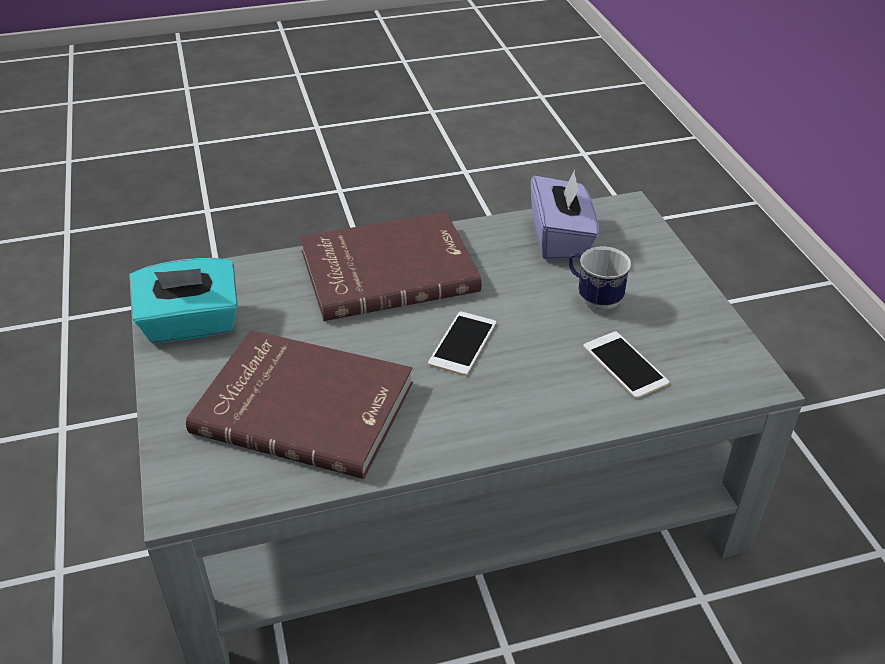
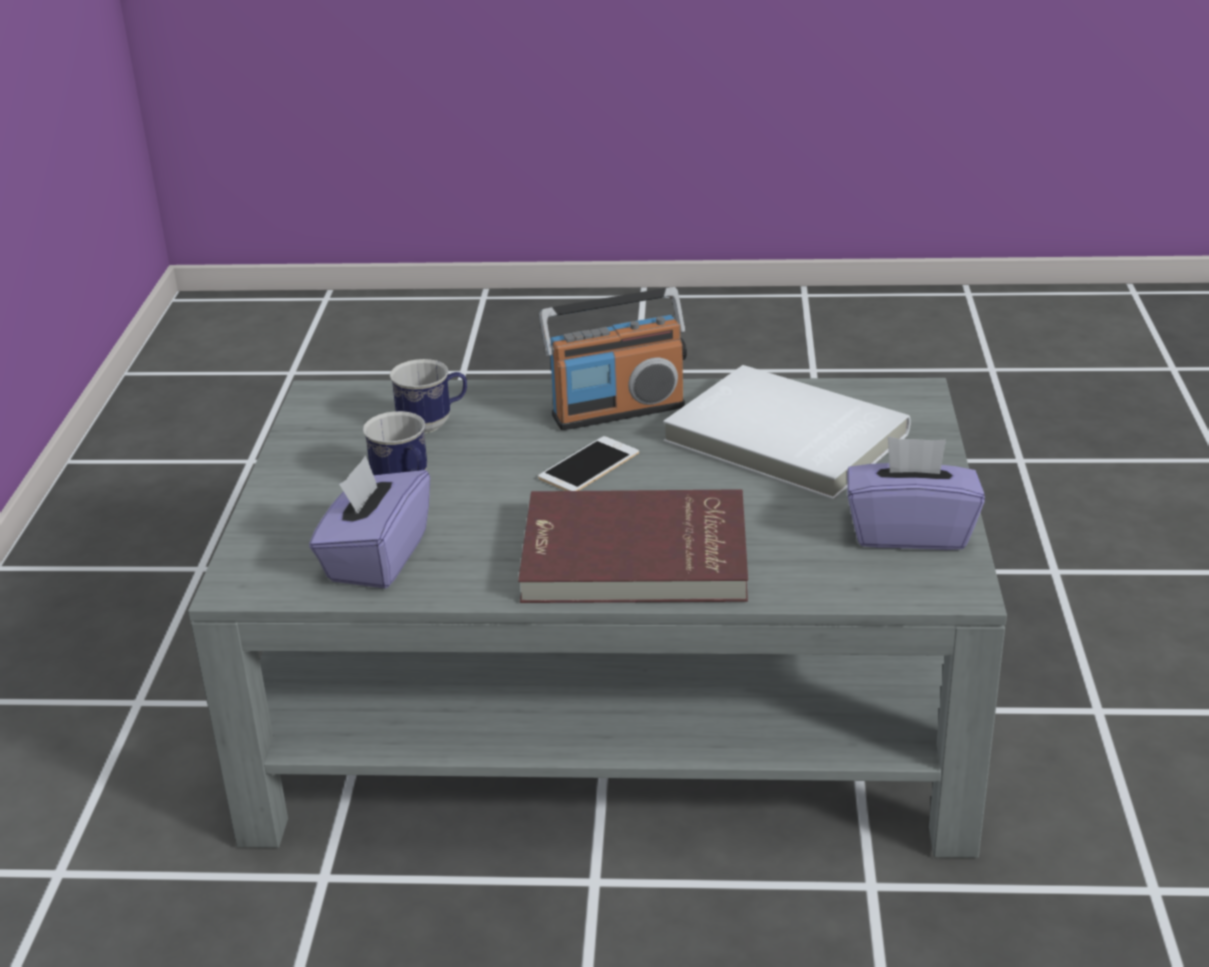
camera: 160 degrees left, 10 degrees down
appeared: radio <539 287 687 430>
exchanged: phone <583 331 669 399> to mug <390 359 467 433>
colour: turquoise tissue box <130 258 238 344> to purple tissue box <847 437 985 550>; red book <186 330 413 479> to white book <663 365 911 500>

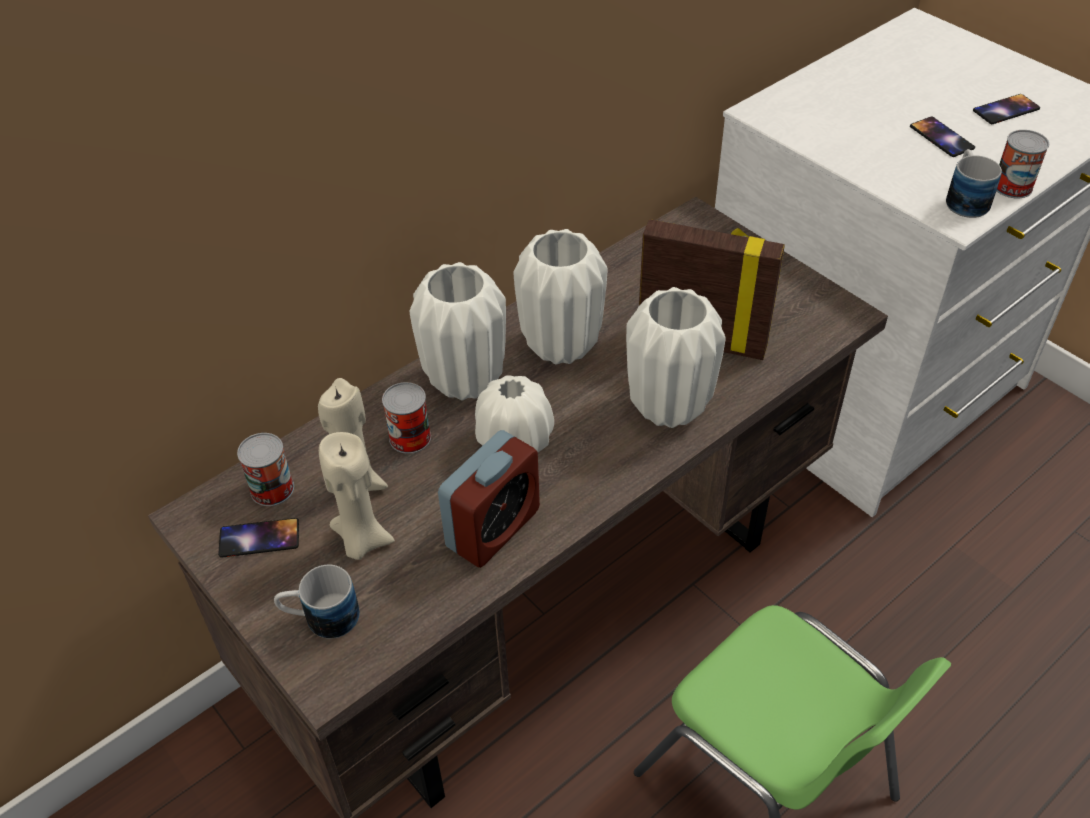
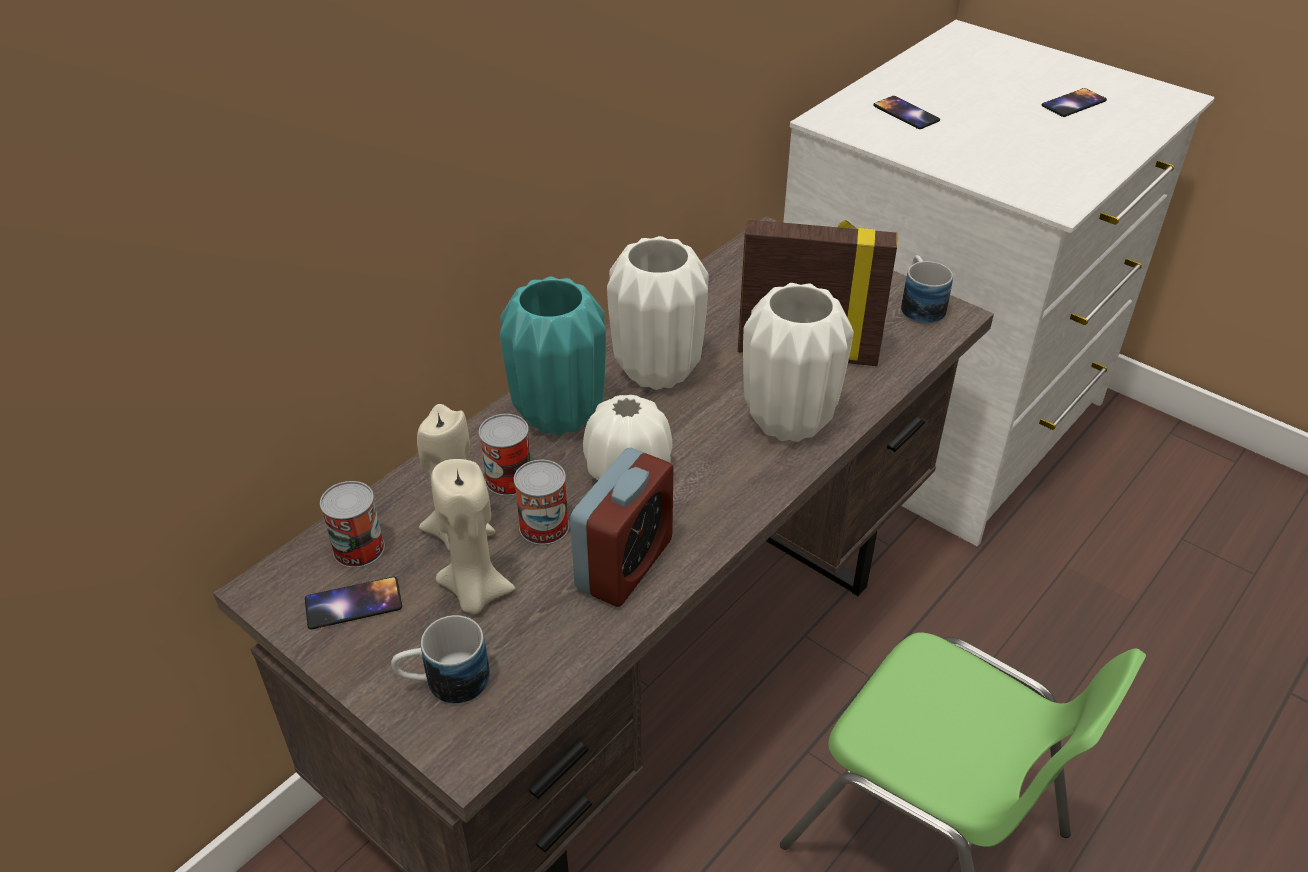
camera: 10 degrees left, 5 degrees down
relocated: phone <910 117 975 157> to <873 96 940 129>; mug <946 149 1002 218> to <901 255 953 324>; can <997 130 1049 199> to <514 460 569 545>
colour: white vase <410 262 506 400> to turquoise vase <500 277 606 435>

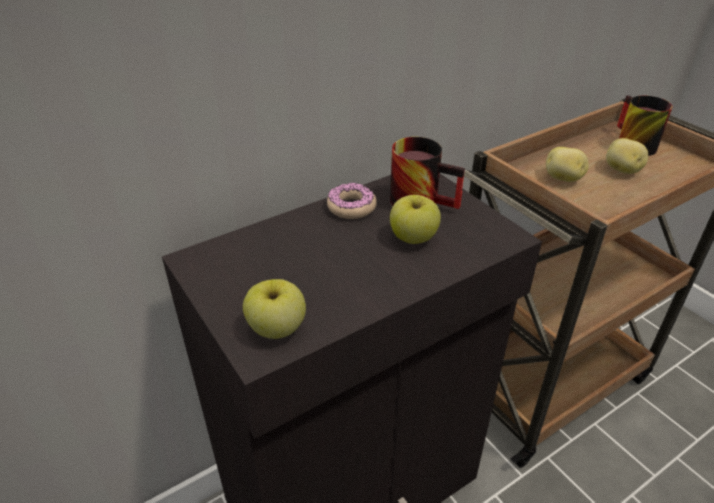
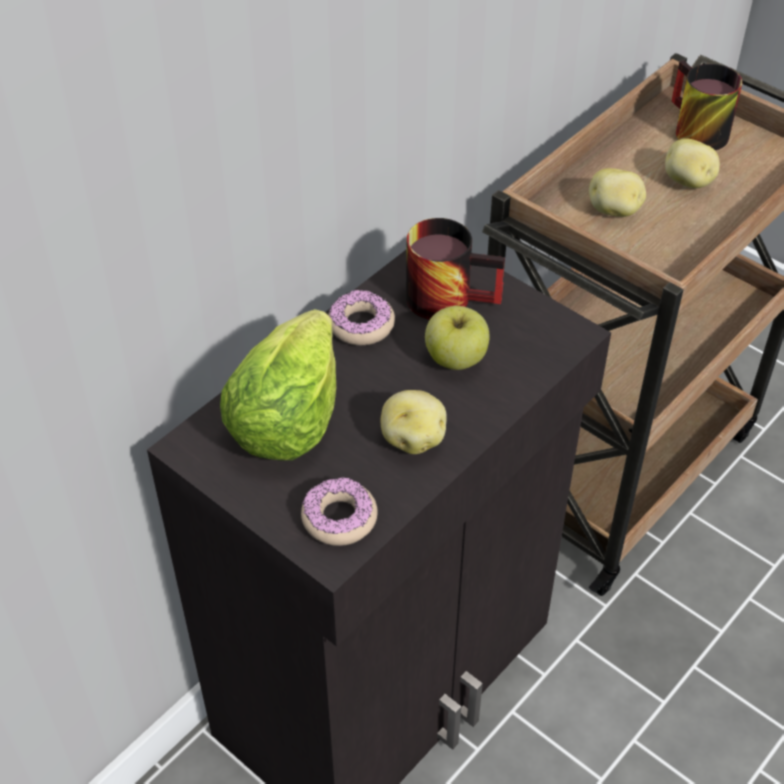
camera: 15 degrees left, 10 degrees up
appeared: lettuce <220 309 336 460>; potato <381 390 447 454>
exchanged: apple <243 279 306 339> to donut <301 477 378 546>

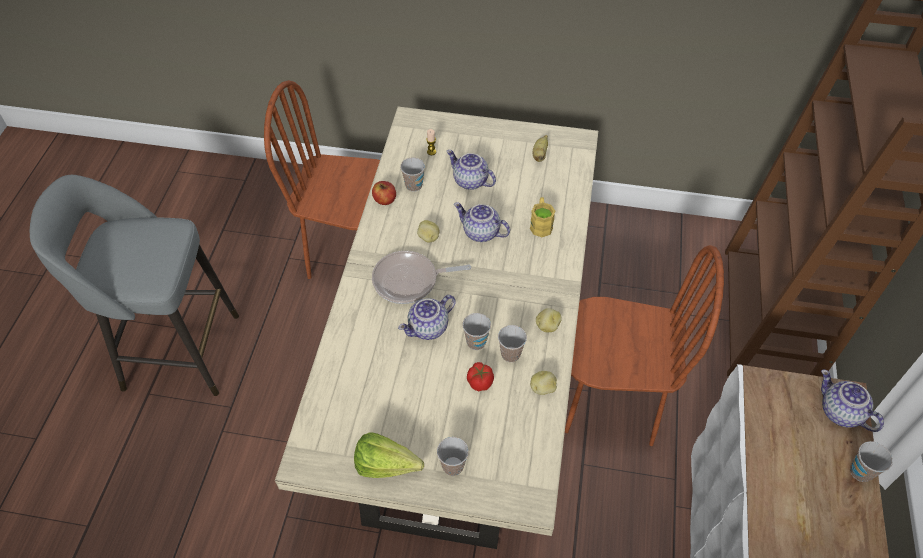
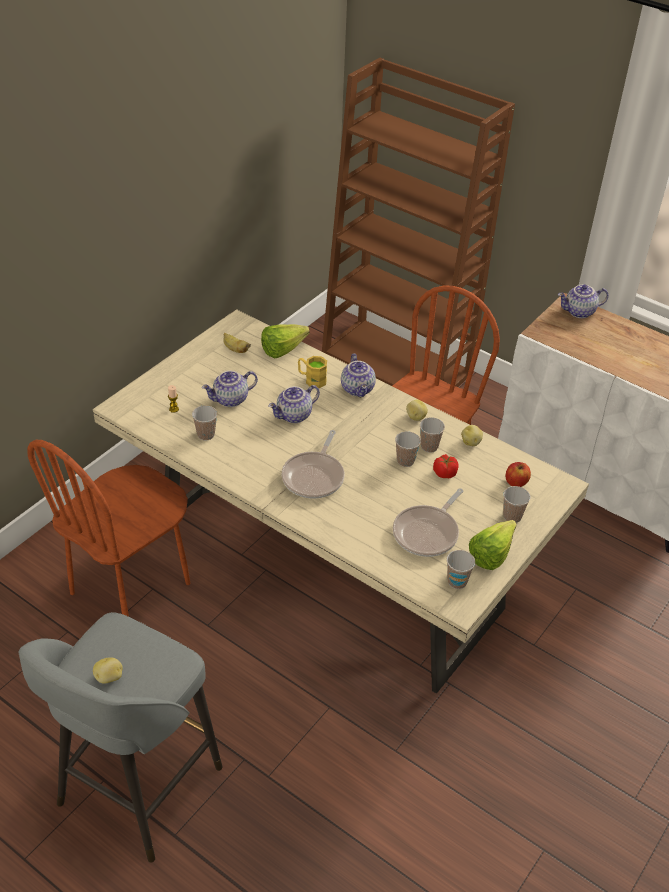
camera: 65 degrees left, 10 degrees down
appeared: lettuce <261 324 310 359>; frying pan <393 488 463 557>
relocated: apple <372 181 396 205> to <506 462 531 487>; teapot <398 295 456 340> to <341 353 376 397>; potato <417 220 439 243> to <93 658 123 684>; cup <850 441 893 482> to <447 550 475 589>

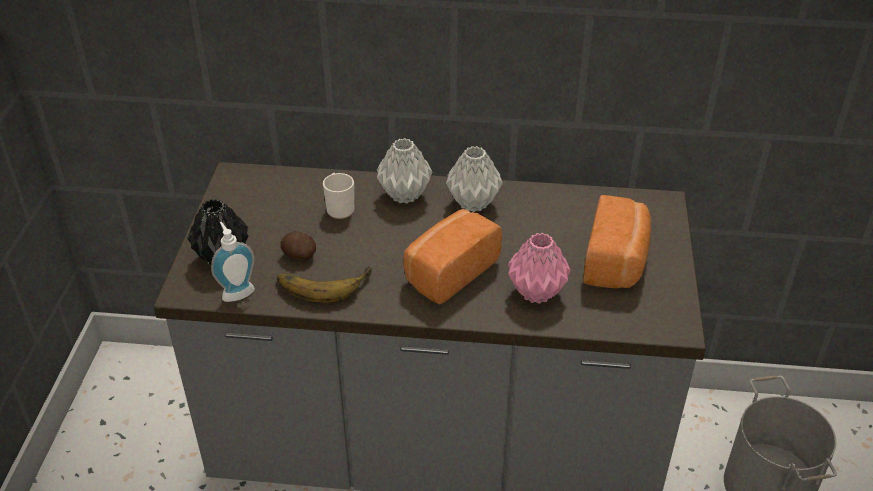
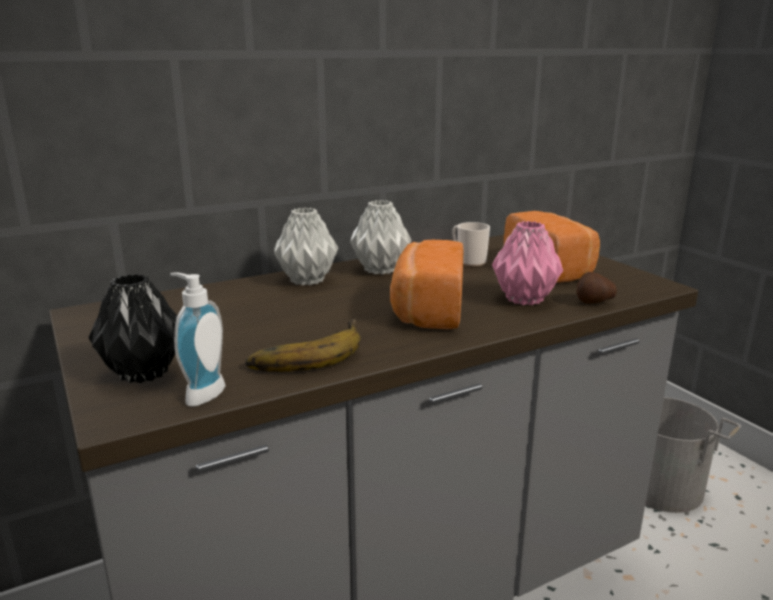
camera: 35 degrees left, 20 degrees down
relocated: potato <280 231 316 260> to <577 272 617 304>; mug <323 173 354 219> to <453 222 490 266>

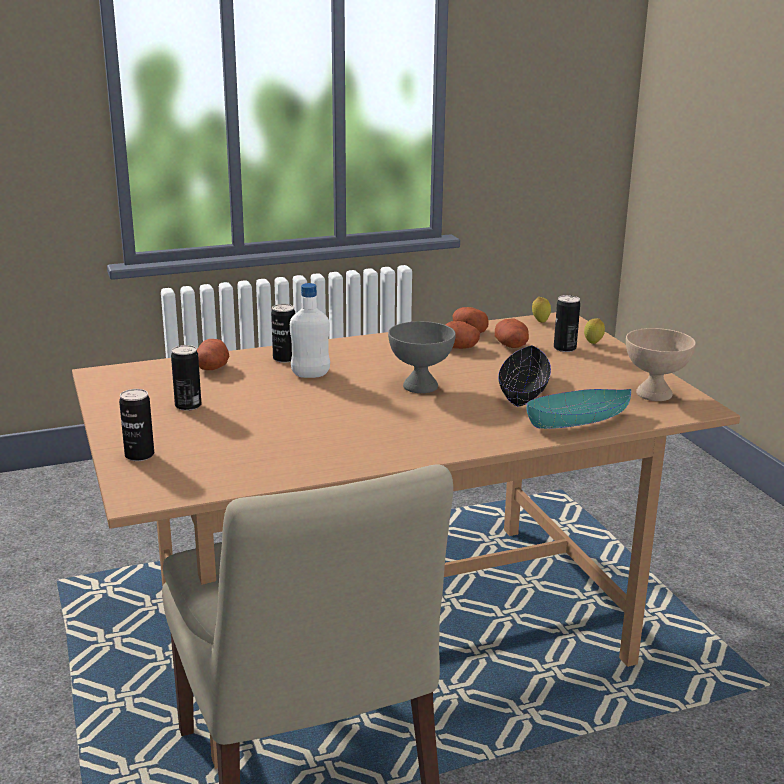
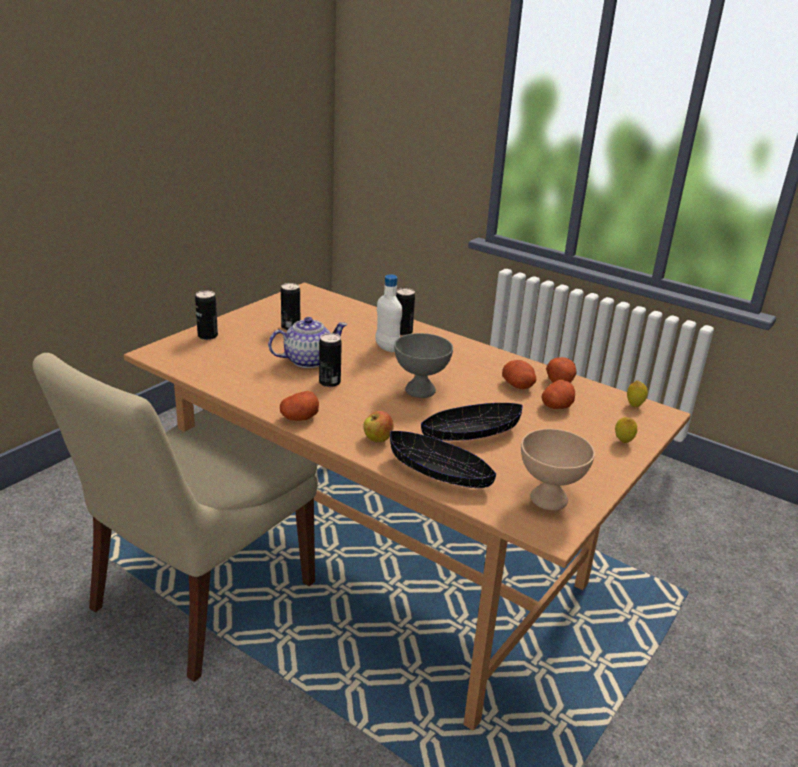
camera: 55 degrees right, 5 degrees up
appeared: teapot <268 317 348 368>; apple <364 411 394 442>
relocated: potato <197 339 229 370> to <280 391 319 421>; can <554 295 580 352> to <319 333 342 387>
colour: turquoise bowl <527 389 631 429> to black bowl <390 431 496 488>

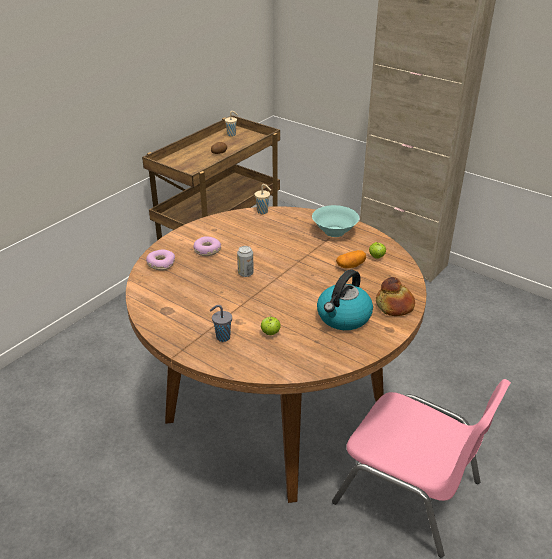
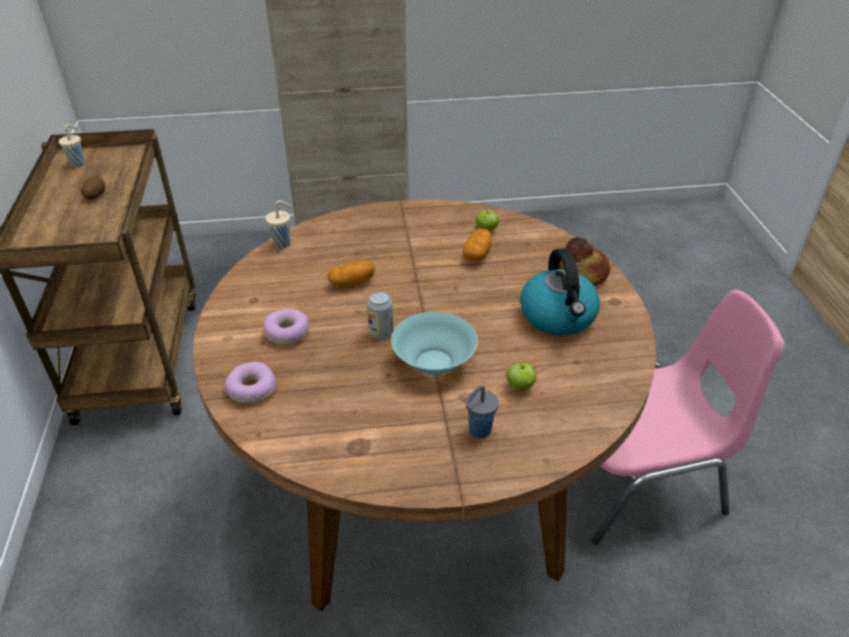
camera: 45 degrees left, 5 degrees up
appeared: potato <328 261 375 288>
relocated: turquoise bowl <312 205 359 237> to <391 312 478 376>

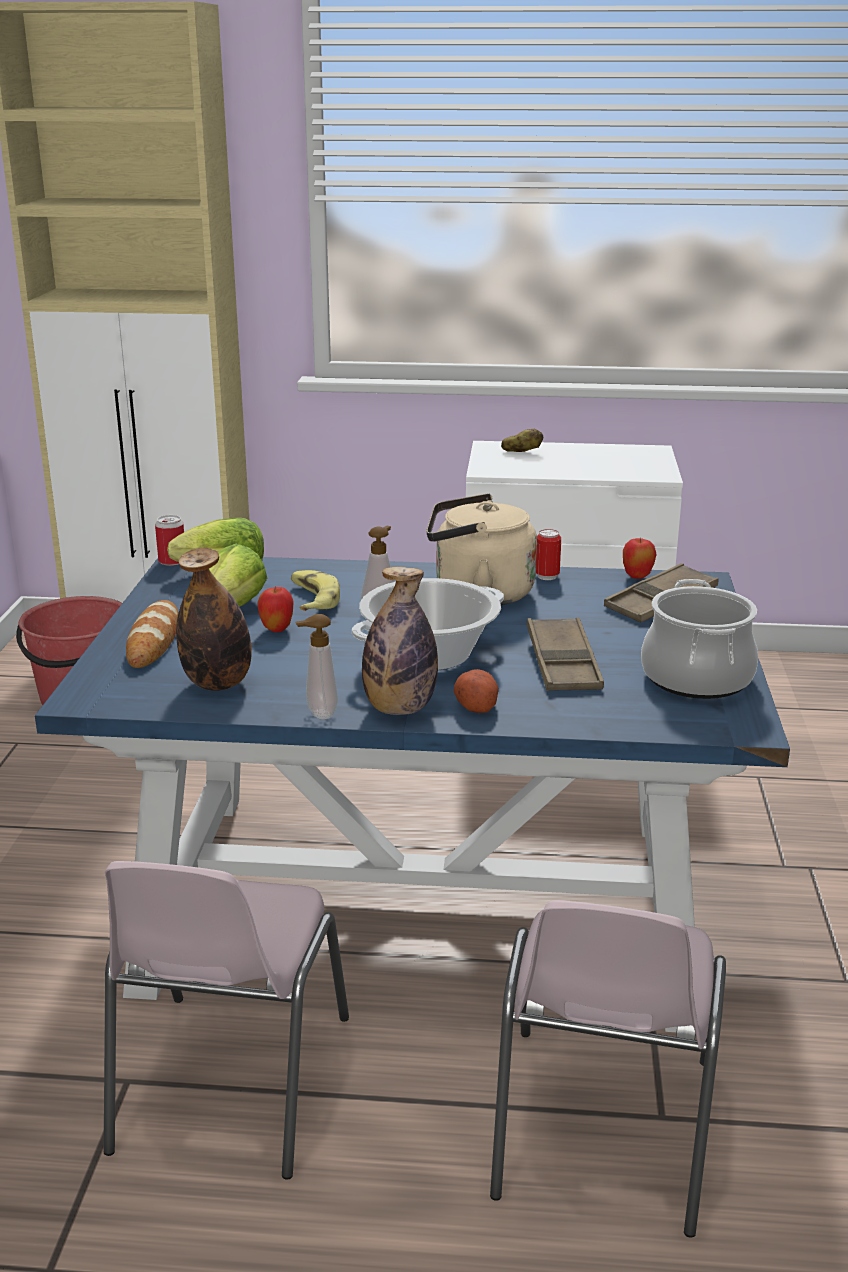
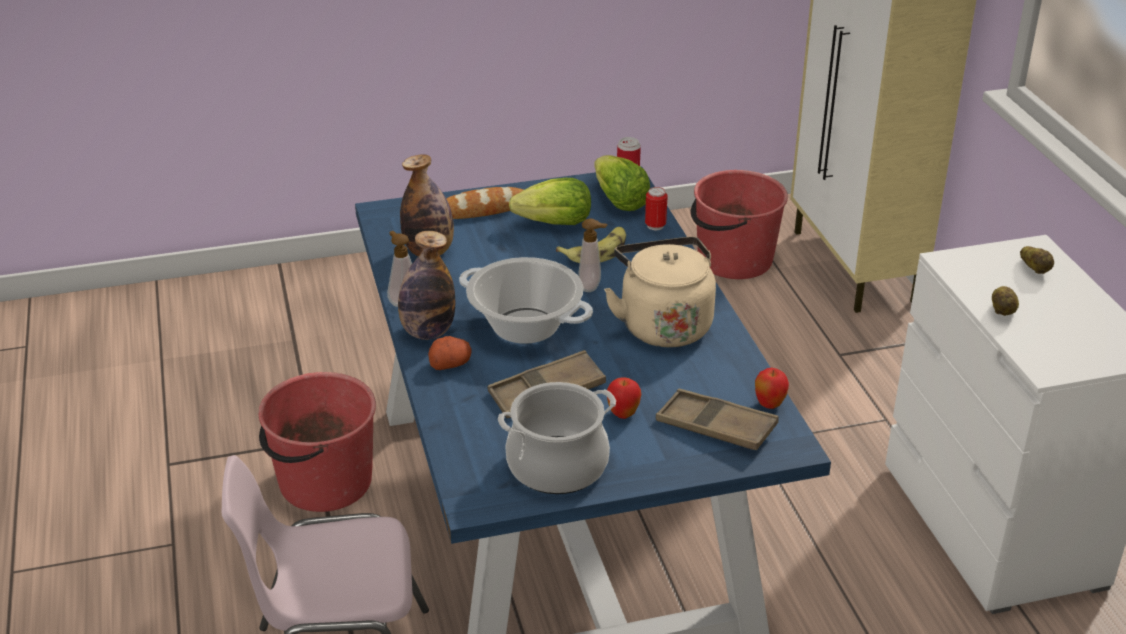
camera: 70 degrees right, 10 degrees up
appeared: potato <992 286 1019 316>
relocated: apple <257 587 294 632> to <607 378 641 419>; can <536 529 561 580> to <645 187 668 230>
exchanged: pink chair <104 861 349 1180> to red bucket <259 372 376 512>

